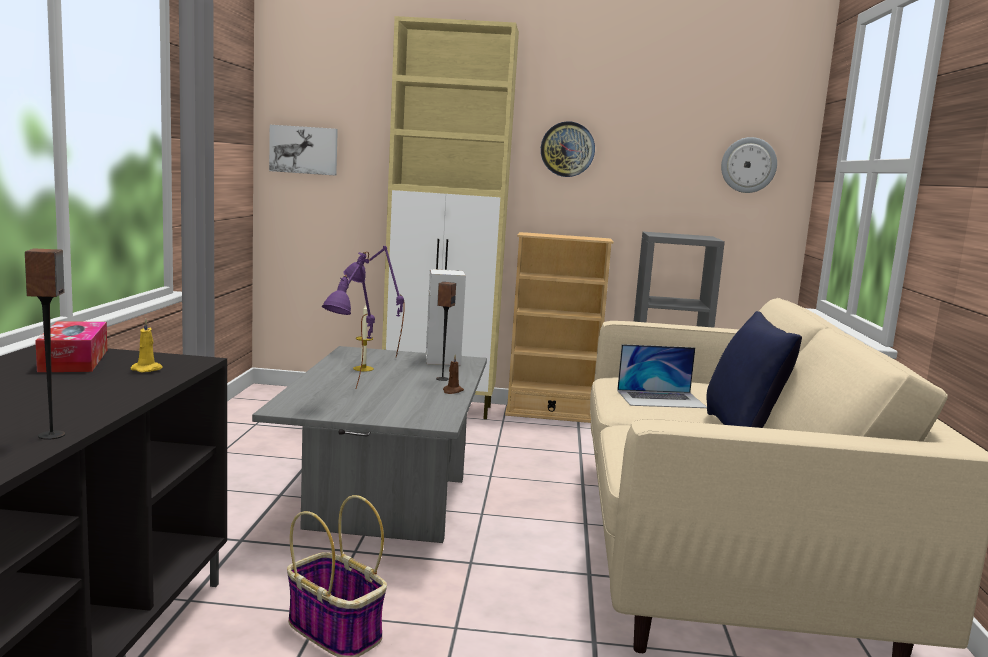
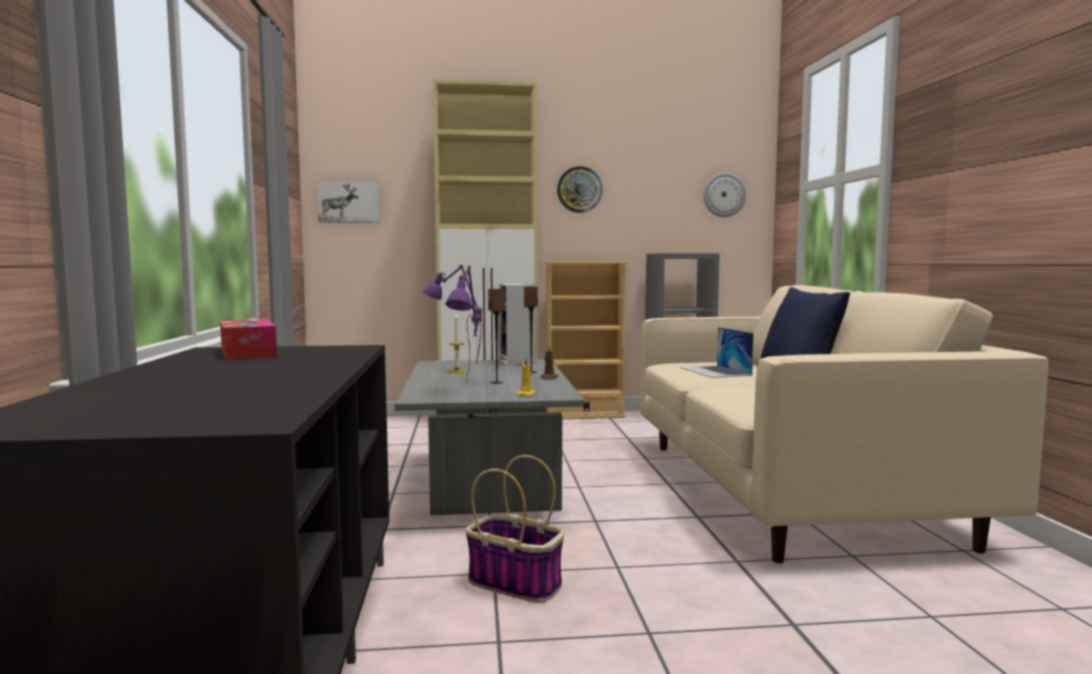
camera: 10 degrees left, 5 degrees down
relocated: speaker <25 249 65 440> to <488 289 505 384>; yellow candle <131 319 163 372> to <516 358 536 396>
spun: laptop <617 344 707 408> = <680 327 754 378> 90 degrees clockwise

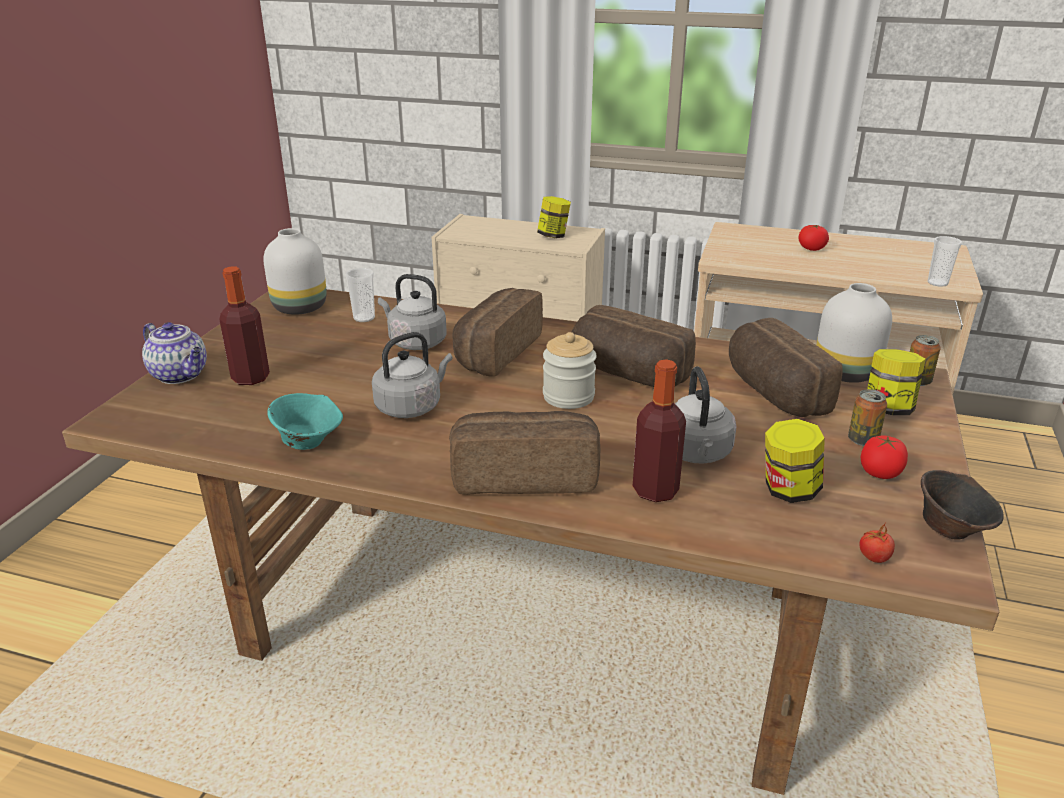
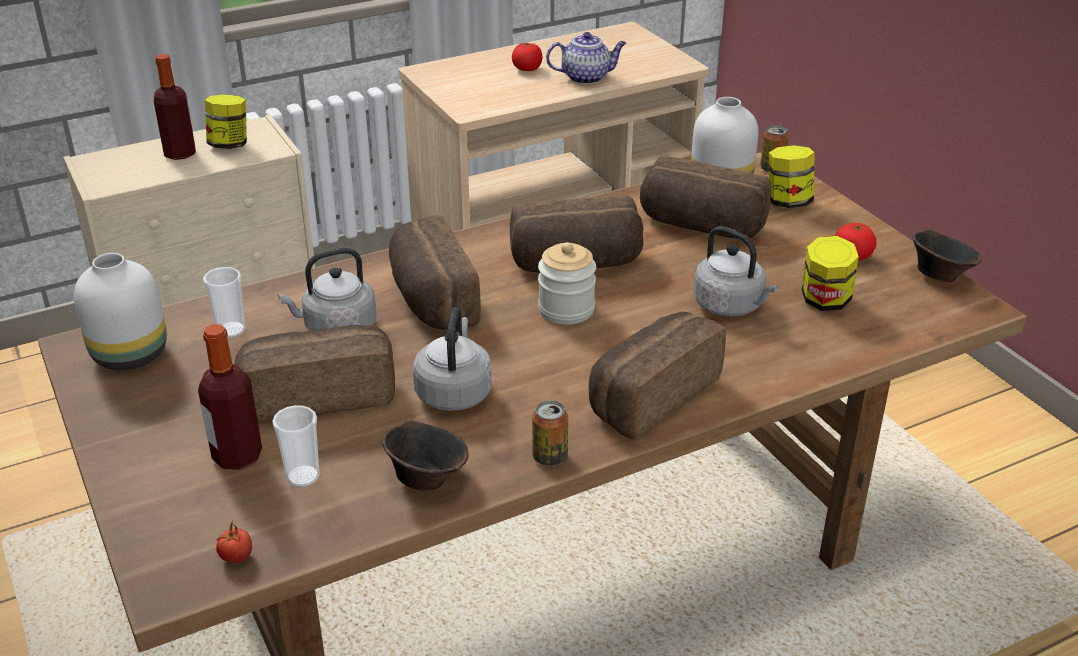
camera: 45 degrees left, 5 degrees up
appeared: bread <235 325 395 424>
relocated: teapot <142 322 207 384> to <546 32 627 84>; bottle <633 359 686 502> to <154 54 196 160>; can <848 389 887 446> to <532 400 568 466>; tomato <859 523 895 563> to <216 519 252 563>; cup <928 236 962 287> to <272 405 320 487>
colour: turquoise bowl <268 393 343 450> to brown bowl <382 420 469 491>

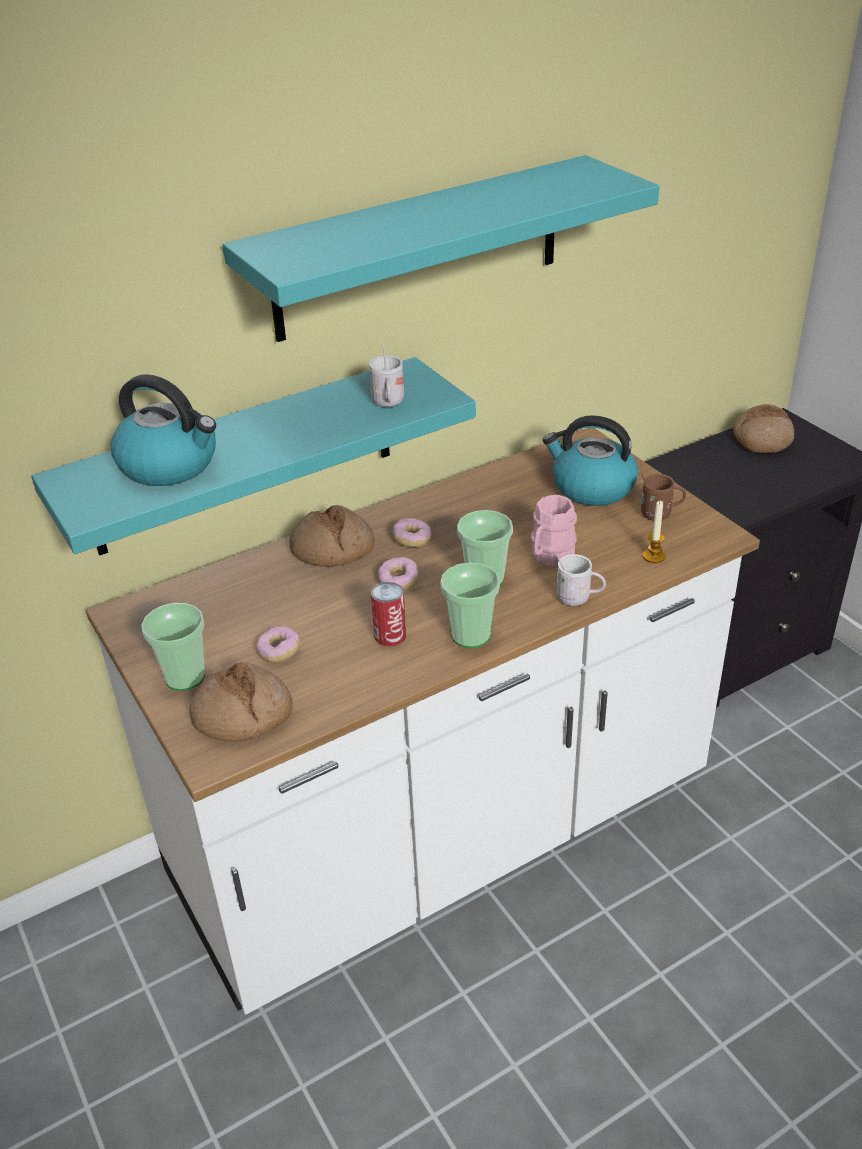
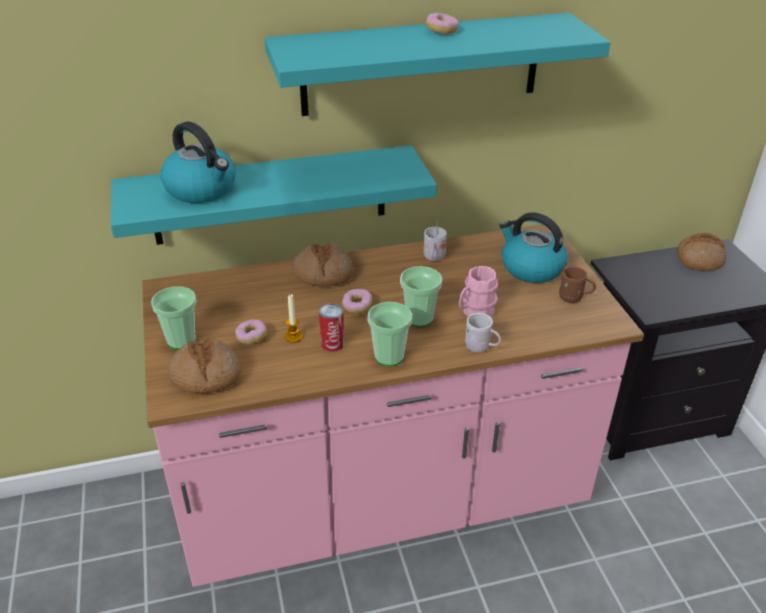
camera: 15 degrees right, 0 degrees up
relocated: white mug <369 344 404 407> to <423 219 447 261>; donut <392 518 432 547> to <426 13 459 34>; candle <643 501 666 563> to <285 294 303 343>
colour: white counter <86 427 760 1014> to pink counter <142 225 644 587>

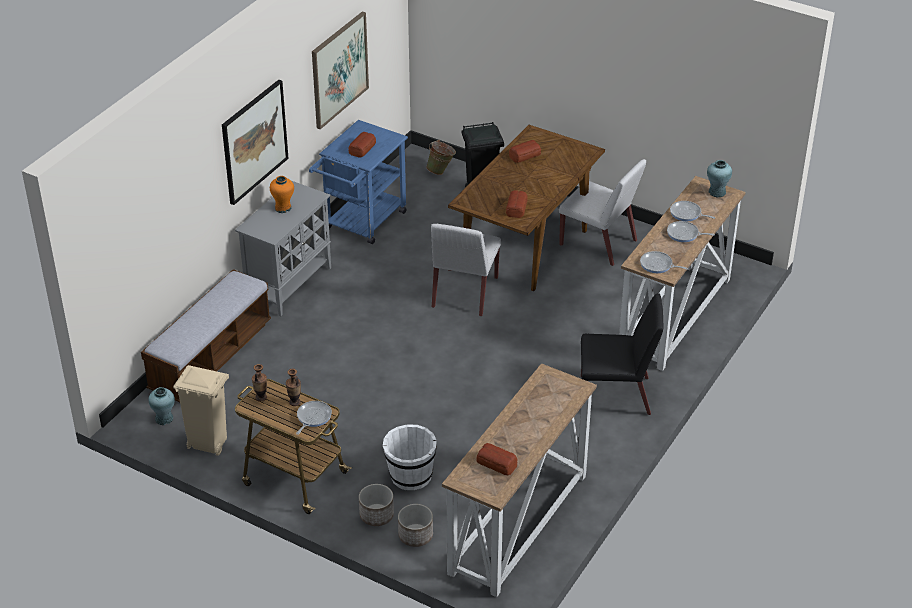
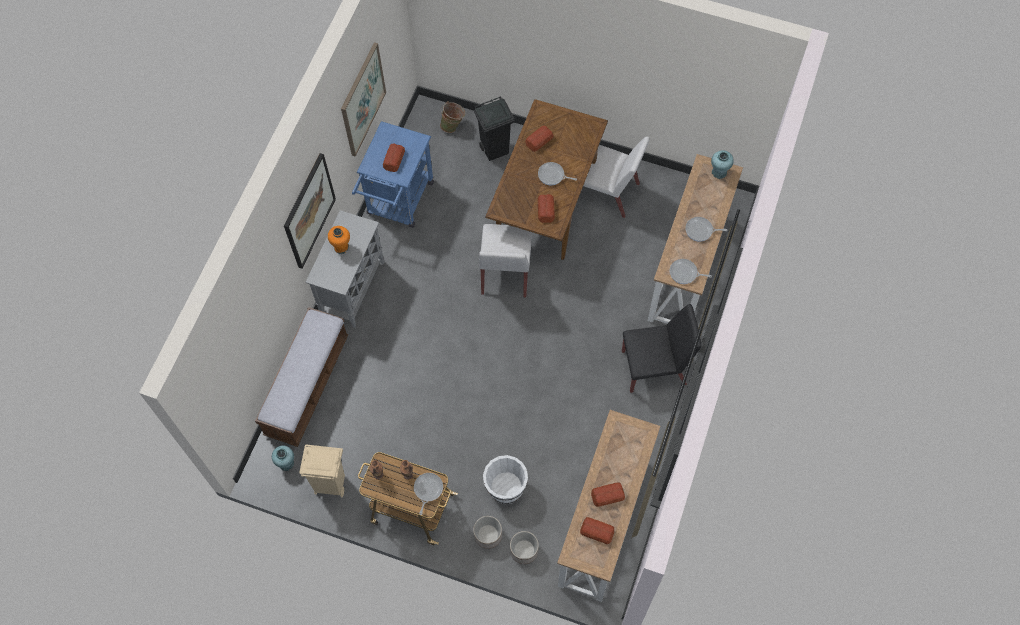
camera: 10 degrees left, 25 degrees up
appeared: bread <591 482 625 507>
relocated: frying pan <670 201 715 221> to <538 162 577 185>

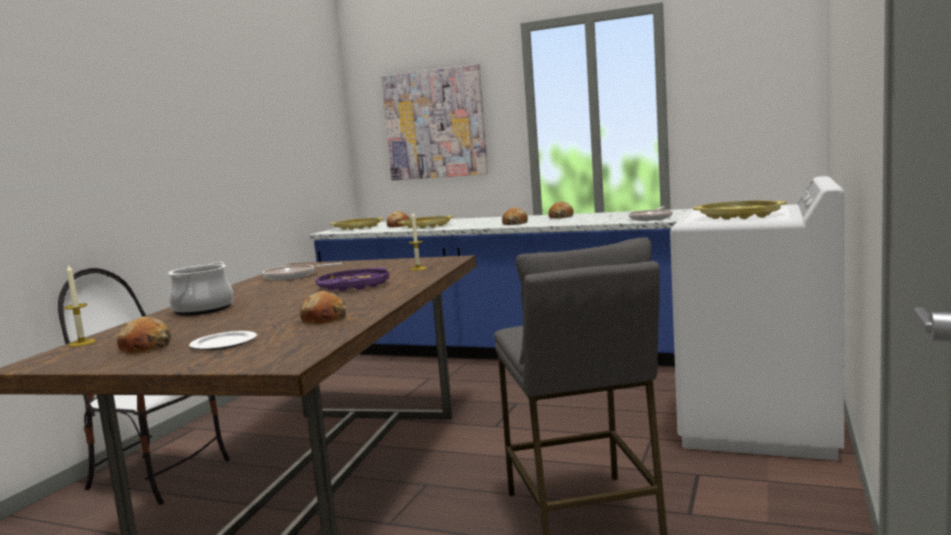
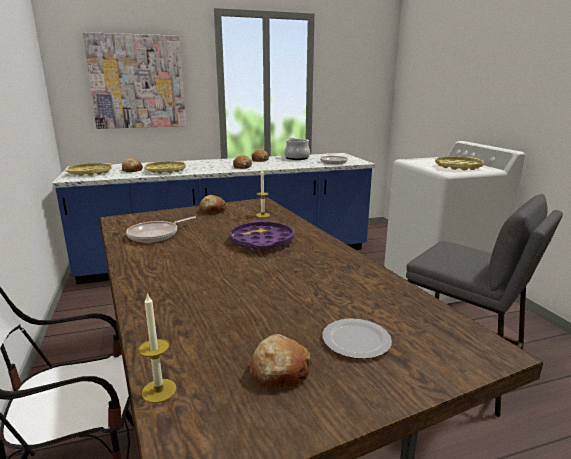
camera: 40 degrees left, 10 degrees up
relocated: cooking pot <168 262 233 316> to <284 138 310 160>; bread <300 291 347 324> to <199 195 227 214>

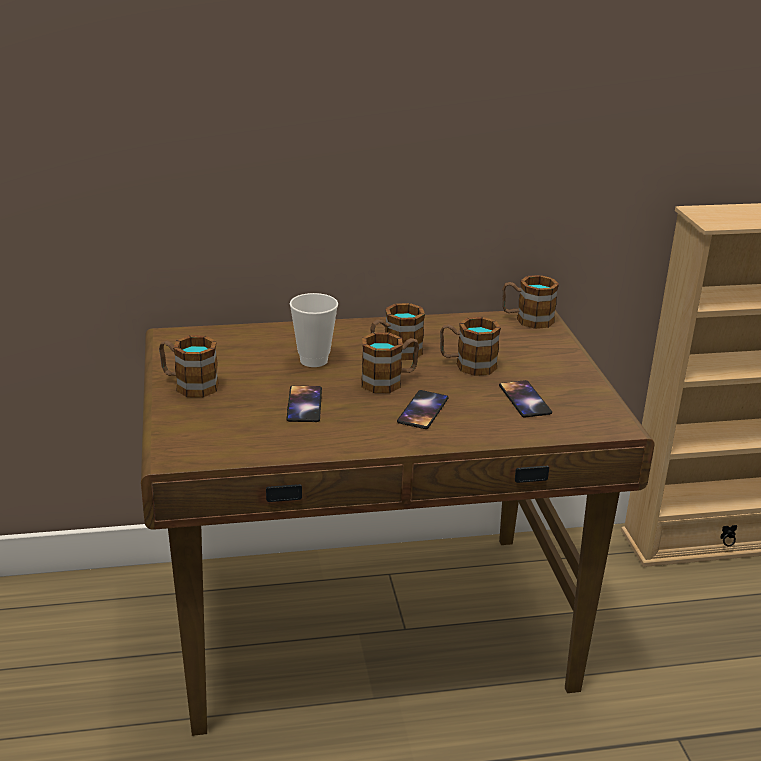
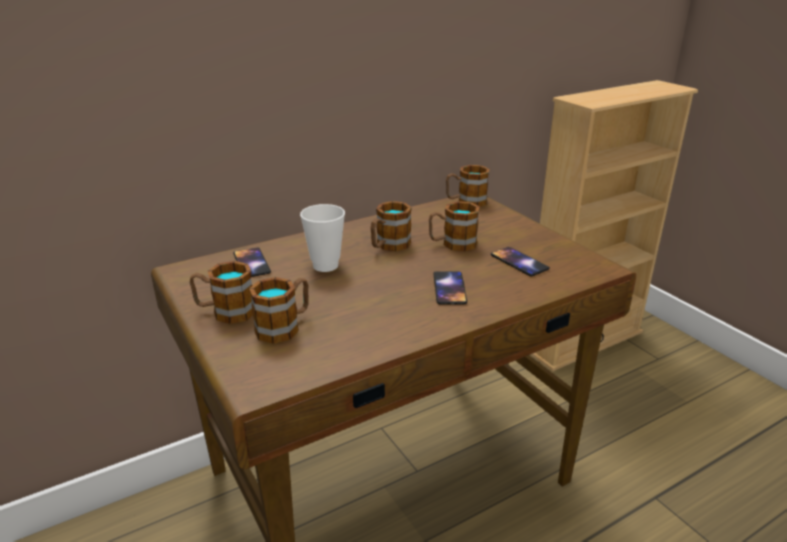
camera: 20 degrees left, 0 degrees up
relocated: phone <287 386 322 422> to <233 247 271 277>; mug <361 333 419 393> to <249 277 309 344>

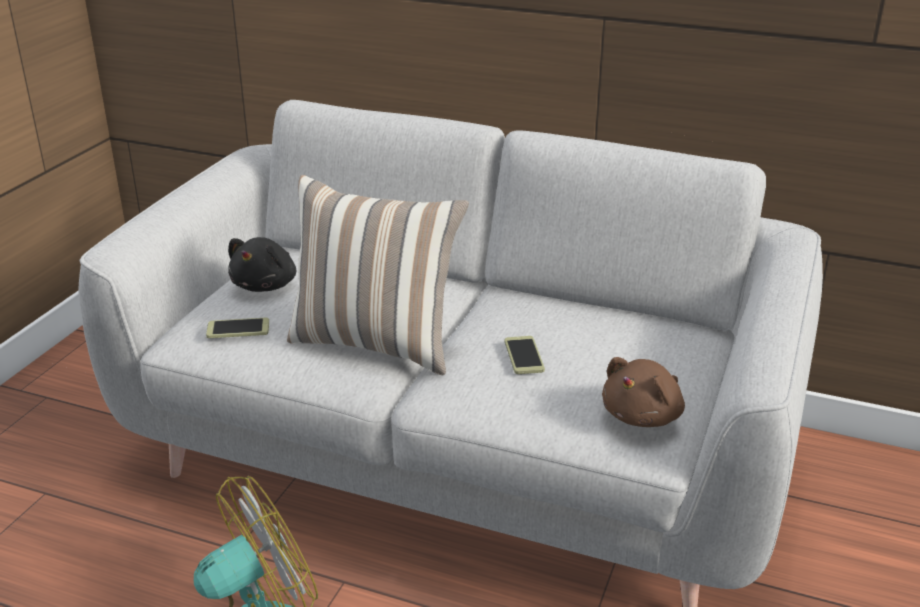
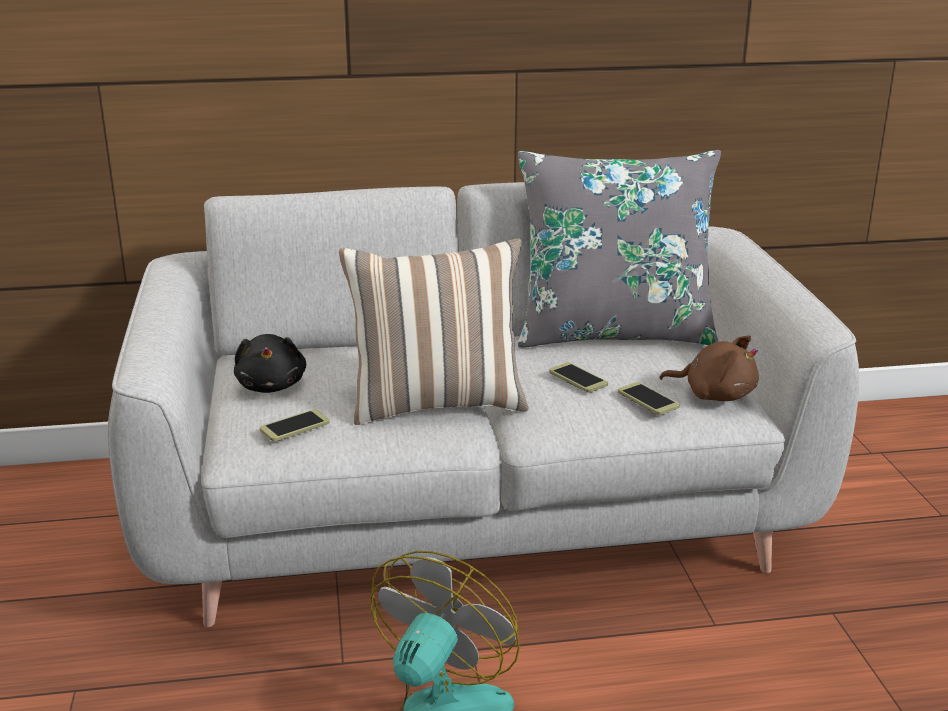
camera: 30 degrees left, 5 degrees down
appeared: grey pillow <518 150 721 348>; phone <618 382 680 415>
spun: brown plush toy <602 357 685 427> = <660 335 758 401> 75 degrees counterclockwise

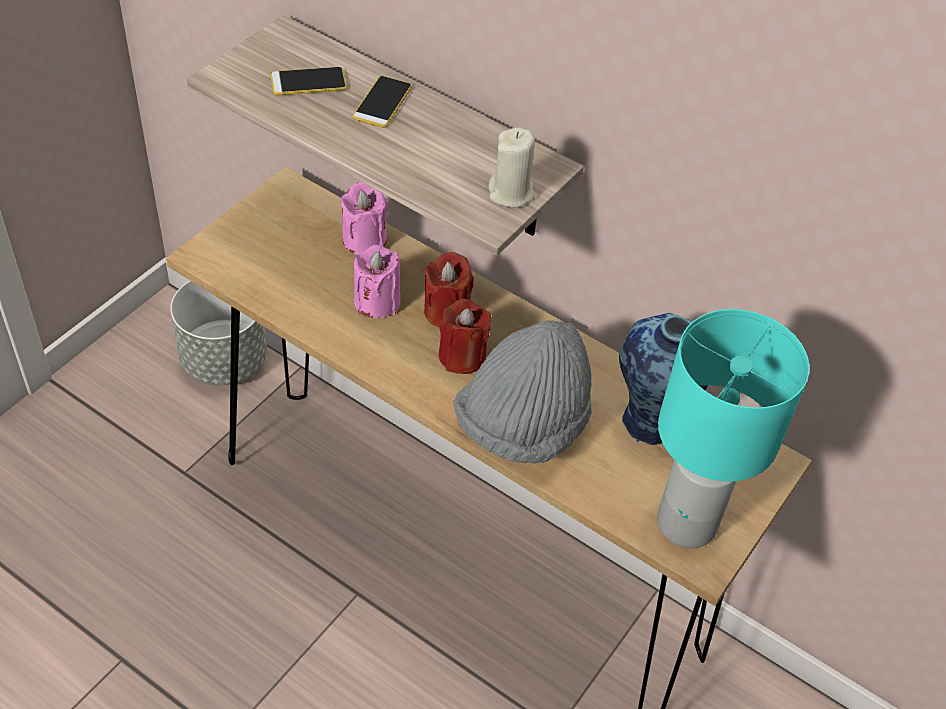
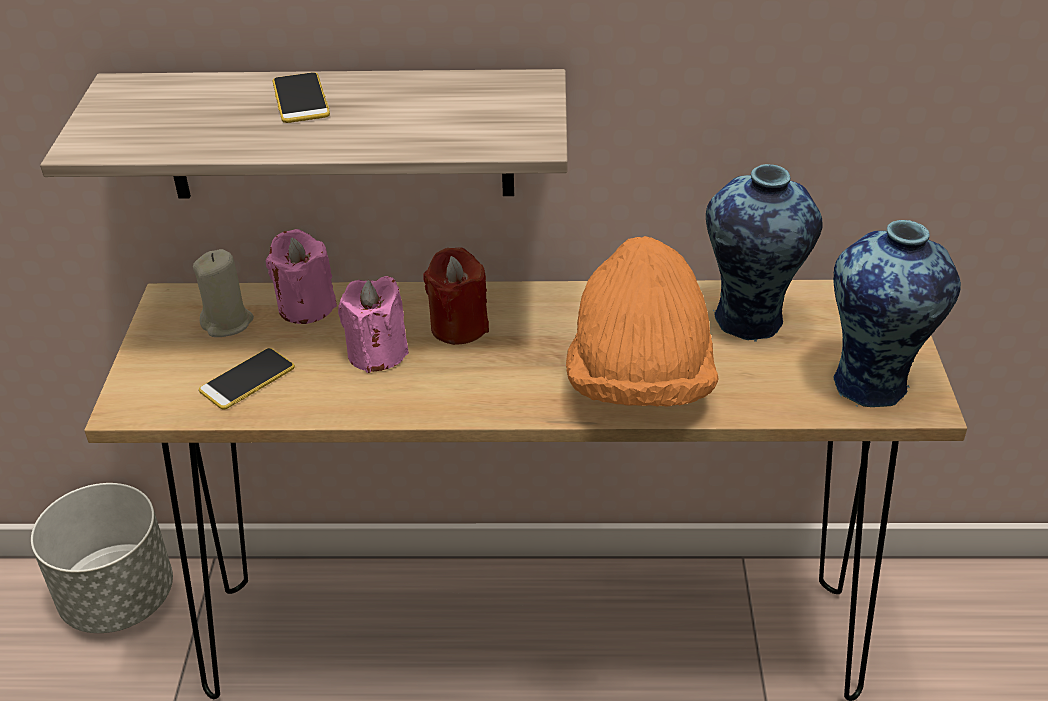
camera: 30 degrees left, 10 degrees down
missing: red candle <439 299 491 374>
relocated: phone <270 67 347 95> to <199 348 295 409>; beige candle <488 128 535 208> to <193 249 254 337>
exchanged: turquoise table lamp <657 309 810 548> to vase <833 220 961 407>
colour: grey hat <454 320 592 463> to orange hat <566 236 718 407>

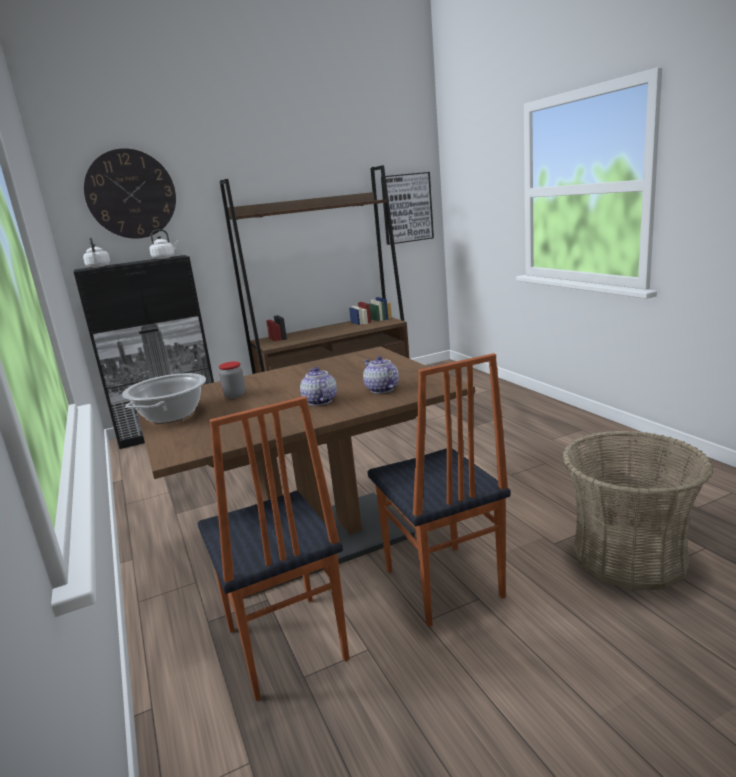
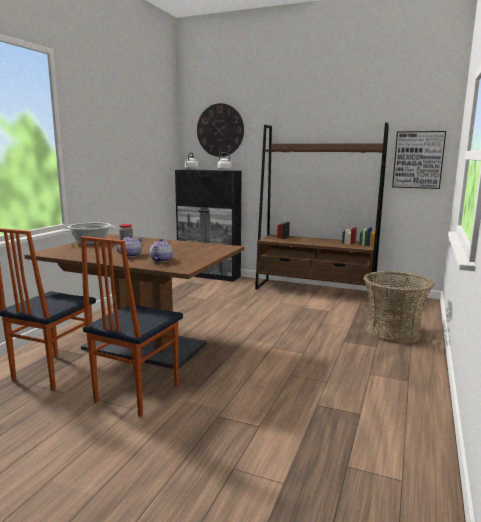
camera: 45 degrees right, 5 degrees down
relocated: basket <562 431 713 590> to <363 271 434 344>

